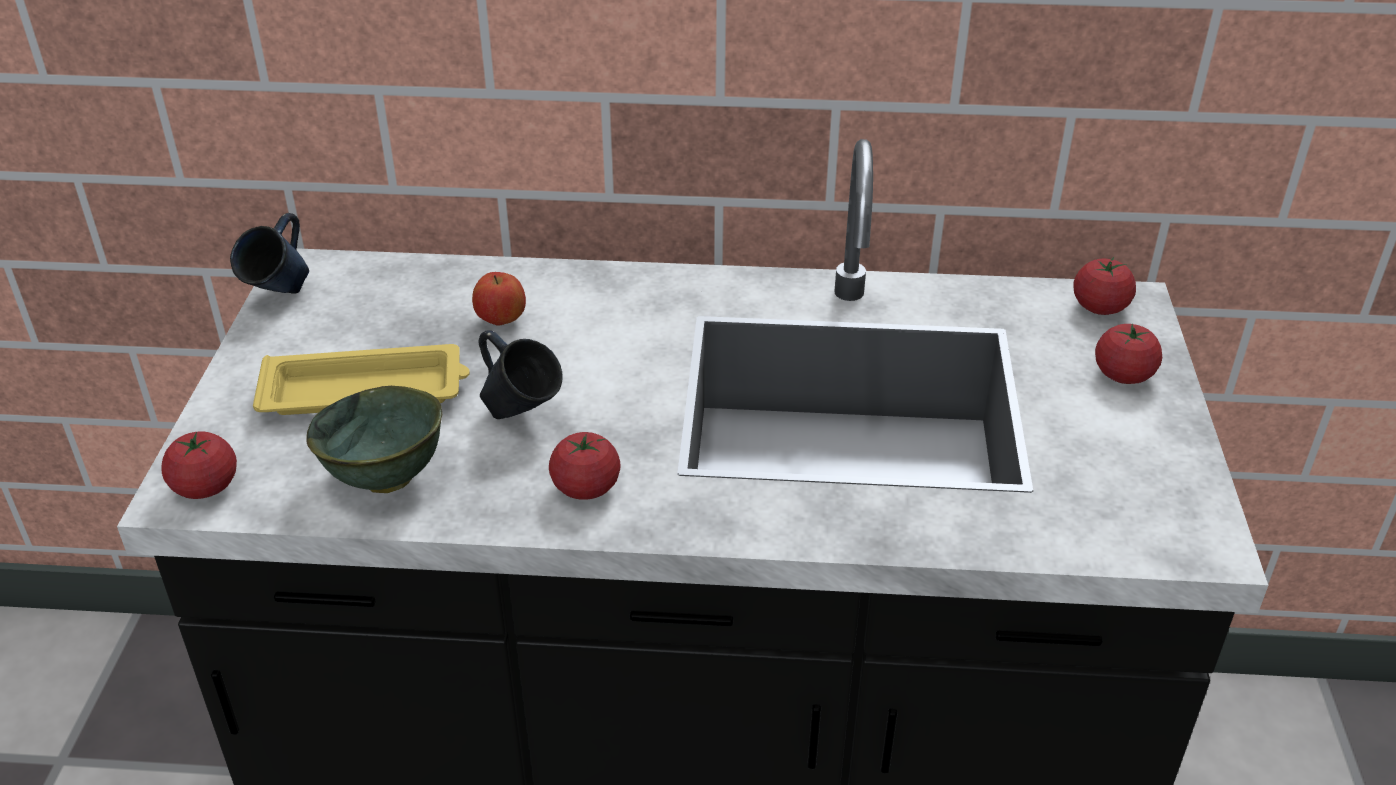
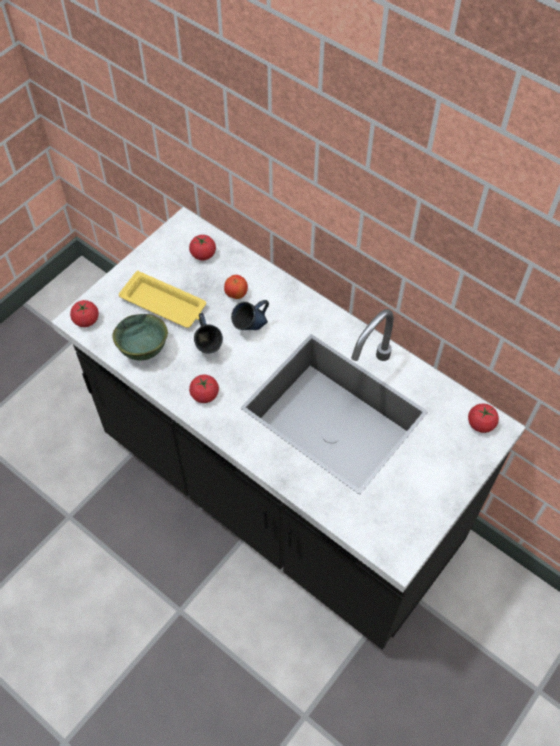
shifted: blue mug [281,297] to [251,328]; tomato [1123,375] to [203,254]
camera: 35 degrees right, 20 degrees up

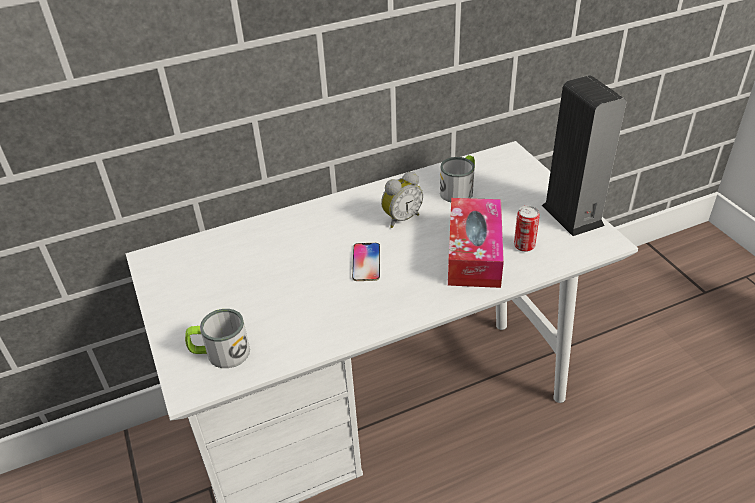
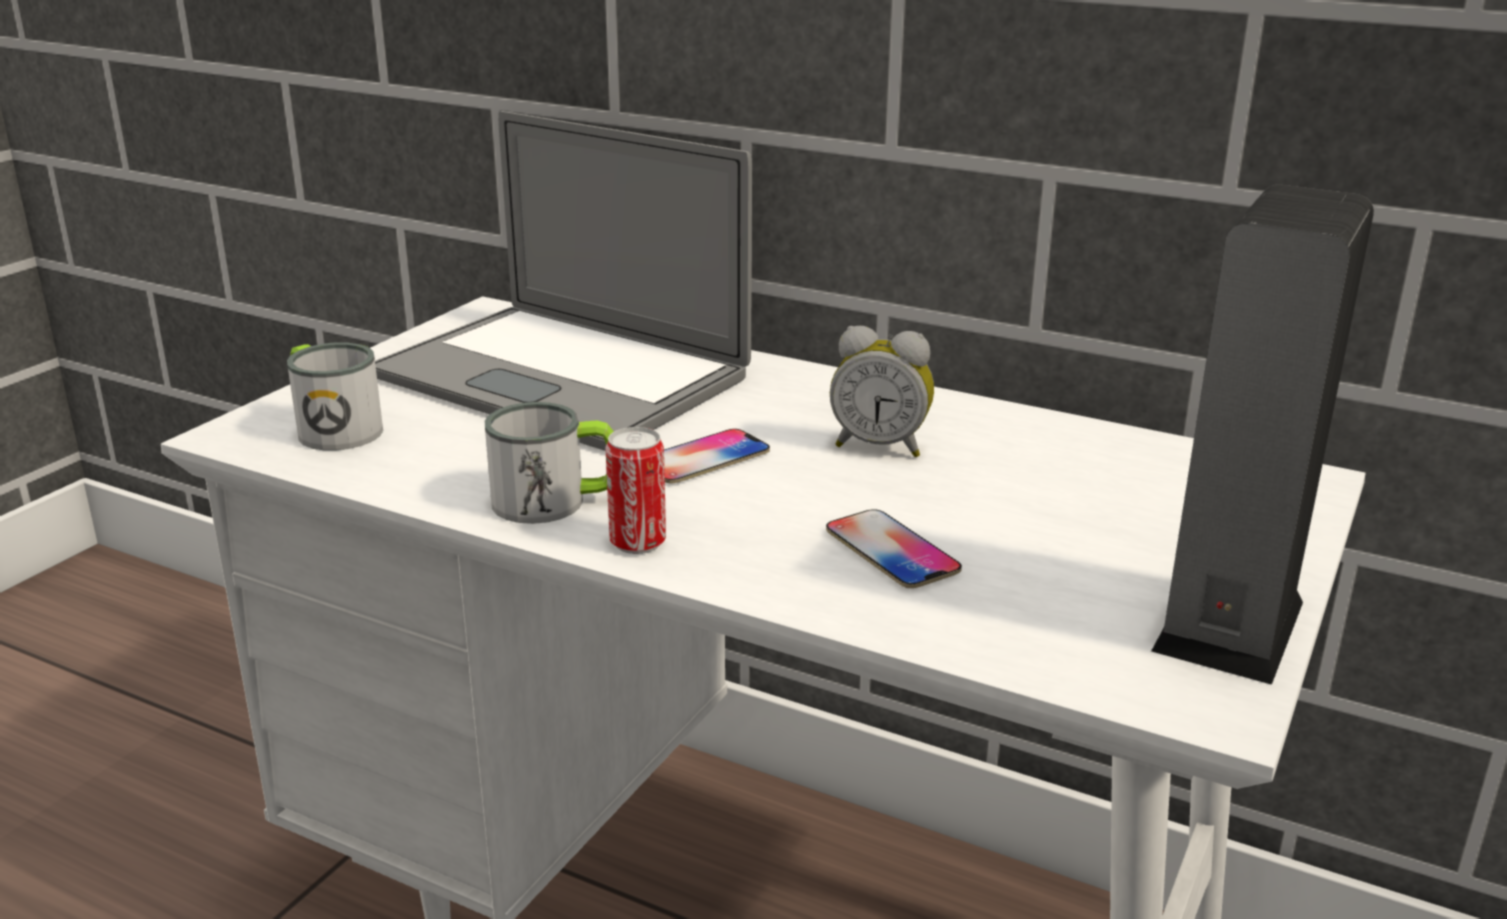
new: laptop [559,376]
shifted: mug [459,190] to [555,501]; can [524,246] to [638,542]
swapped: tissue box [474,253] to phone [891,551]
camera: 50 degrees right, 15 degrees down

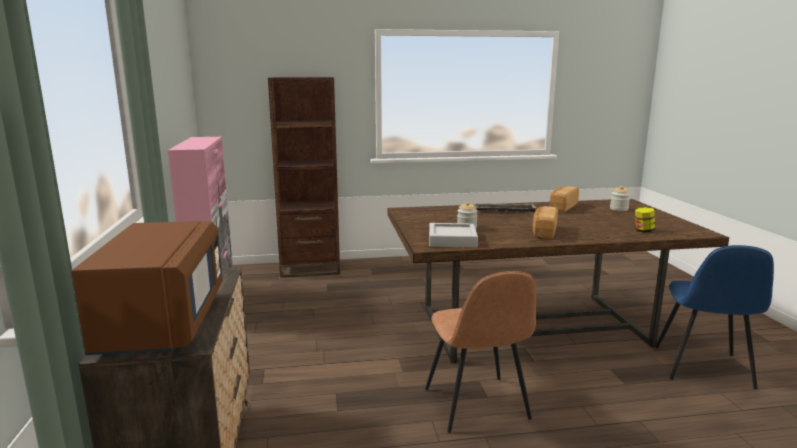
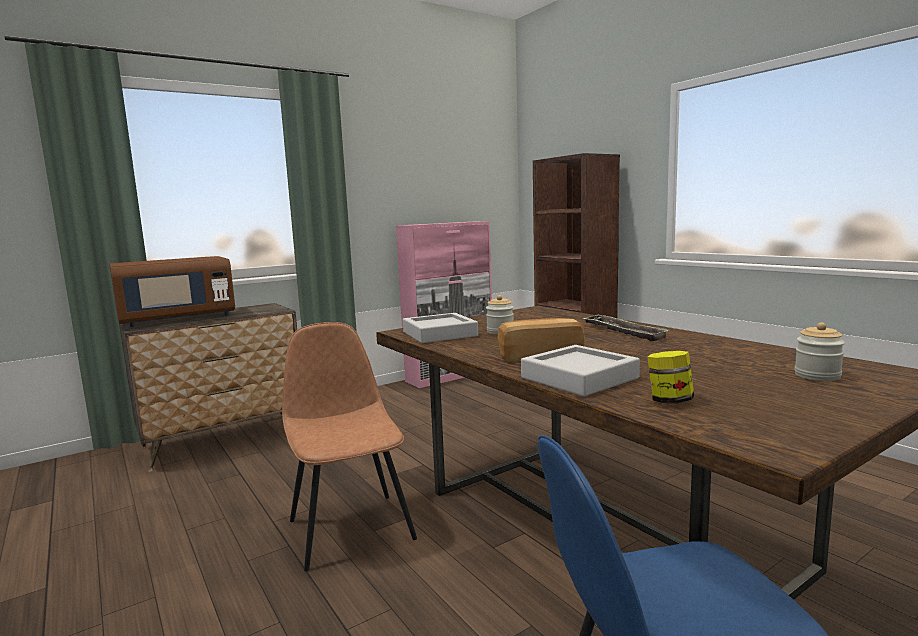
gone: bread [562,207]
new: grey tray [579,378]
rotated: brown chair [477,405] = [350,528] 105 degrees clockwise
camera: 65 degrees right, 5 degrees down

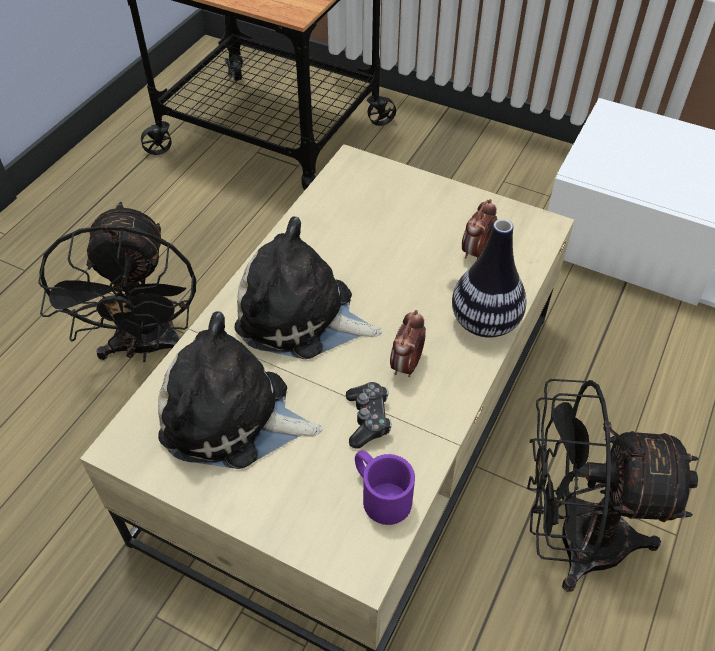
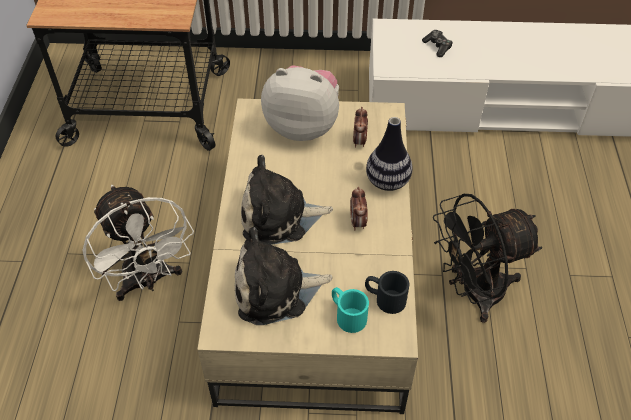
new: plush toy [303,126]; turquoise mug [347,315]
shifted: game controller [368,419] to [437,47]
repainted: black fan [146,348] to white fan [148,281]; purple mug [380,494] to black mug [384,298]
camera: 25 degrees left, 0 degrees up

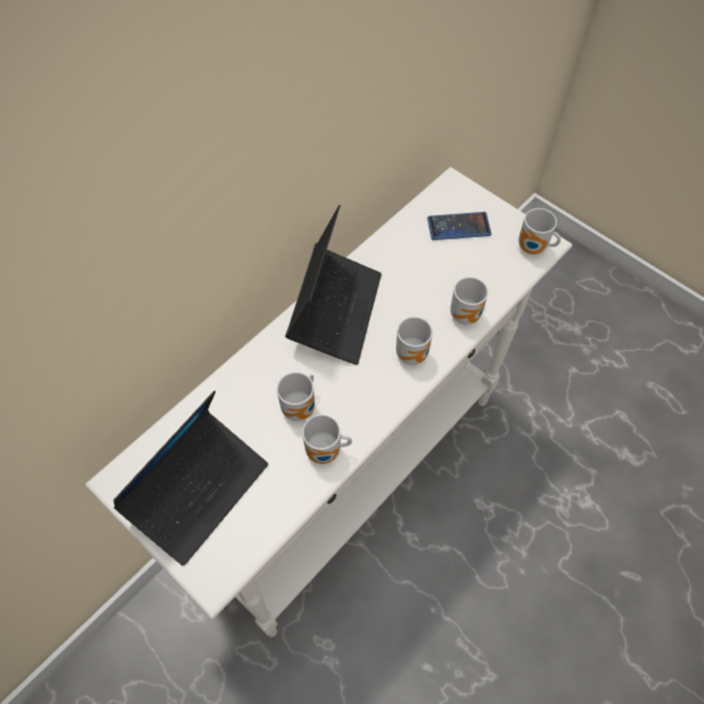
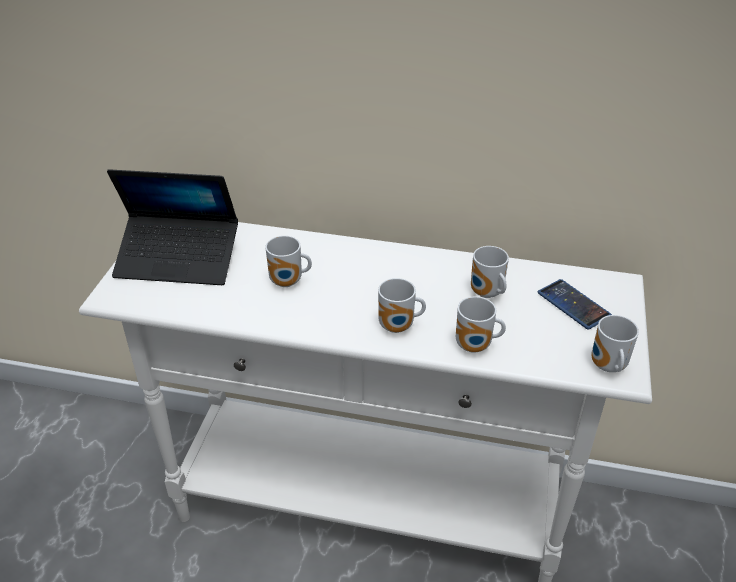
gone: laptop [335,311]
shifted: mug [326,452] to [486,294]
camera: 60 degrees right, 20 degrees down

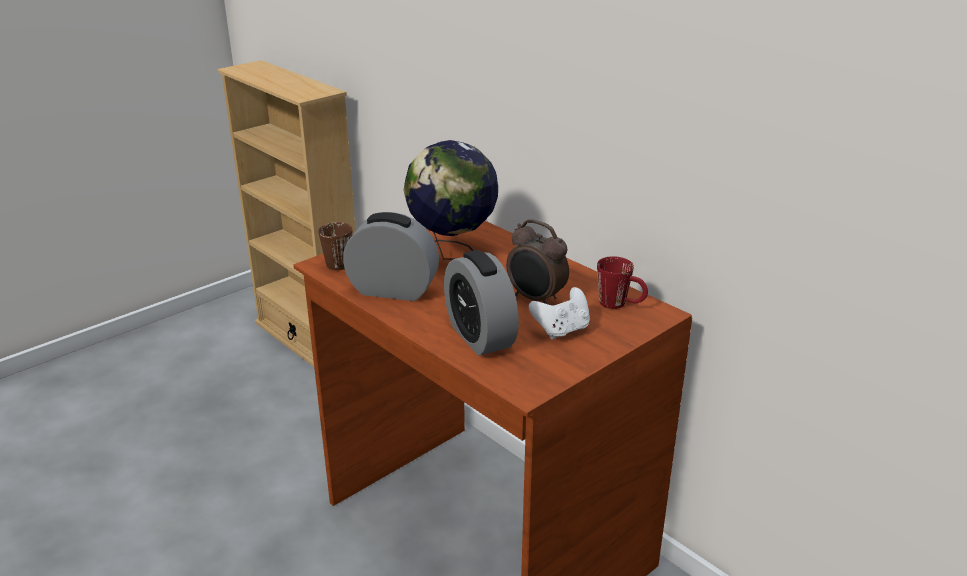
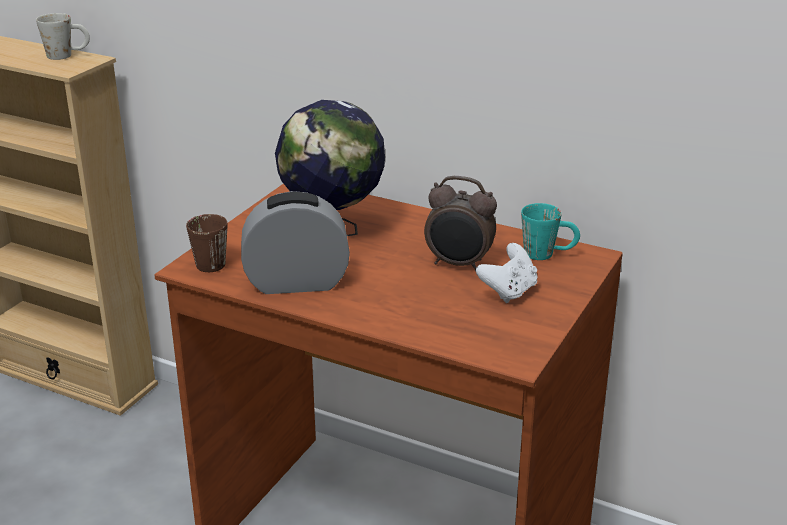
gone: alarm clock [480,336]
new: white mug [67,55]
repainted: red mug [620,304] to turquoise mug [548,254]
camera: 20 degrees left, 0 degrees up

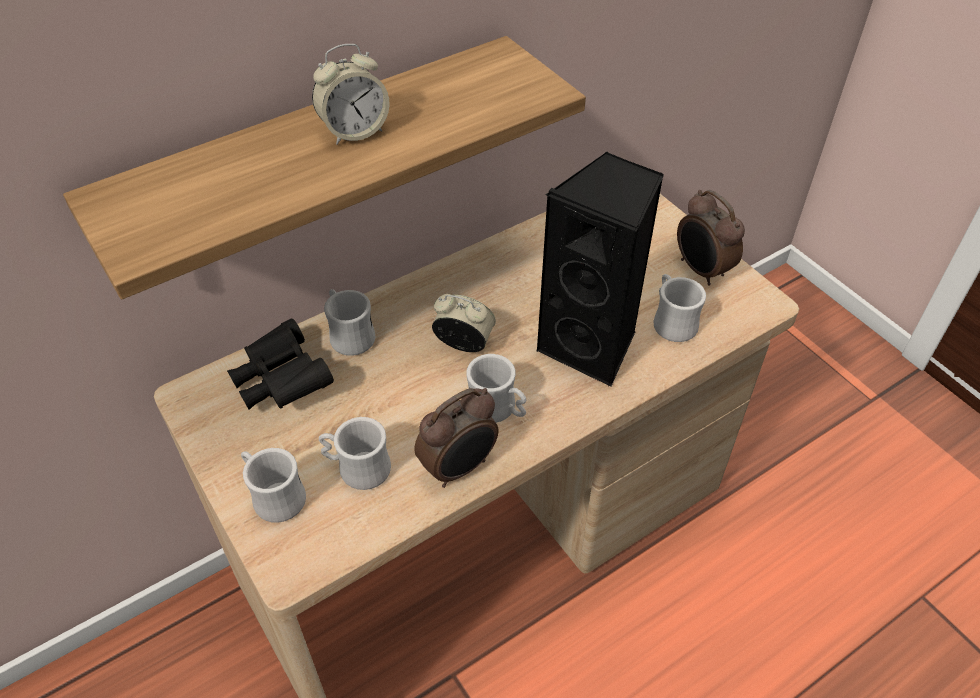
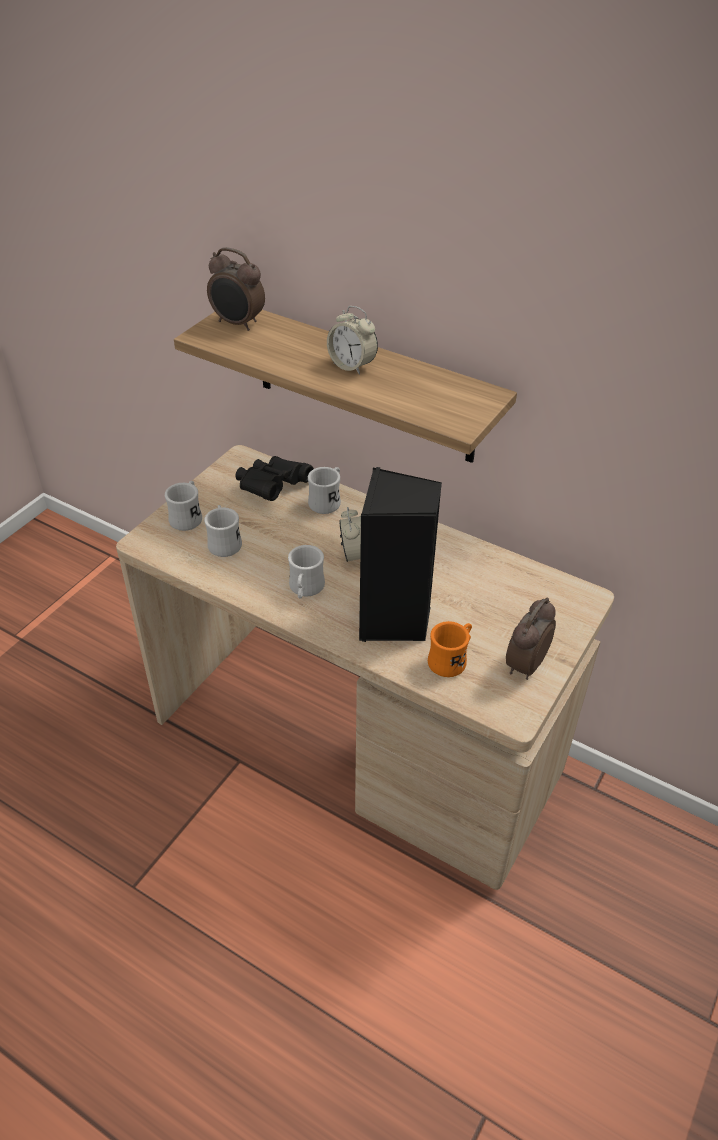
shifted: alarm clock [459,468] to [238,324]
repainted: white mug [671,321] to orange mug [451,660]
camera: 65 degrees right, 5 degrees down

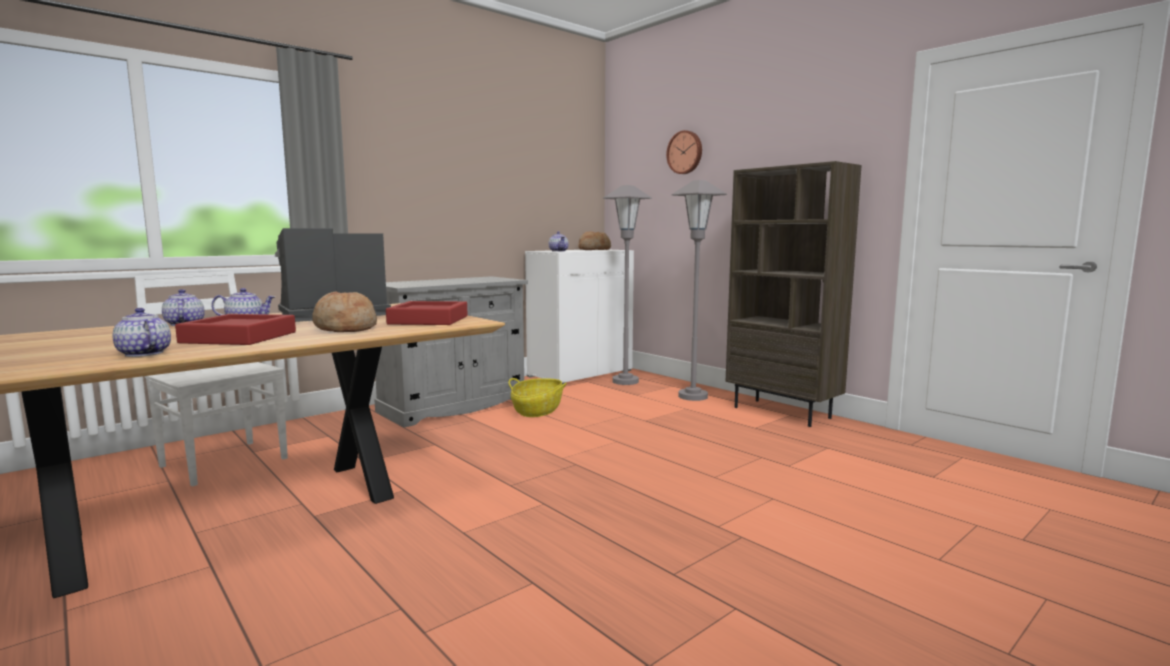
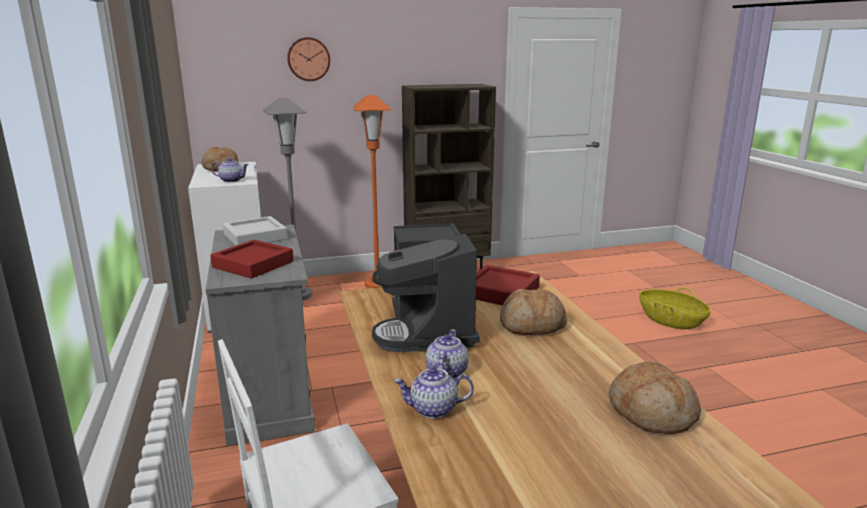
new: grey tray [255,237]
shifted: red tray [239,337] to [253,264]; basket [537,410] to [671,321]
swapped: teapot [143,354] to bread [652,412]
repainted: grey floor lamp [693,396] to orange floor lamp [377,284]
camera: 65 degrees left, 10 degrees up

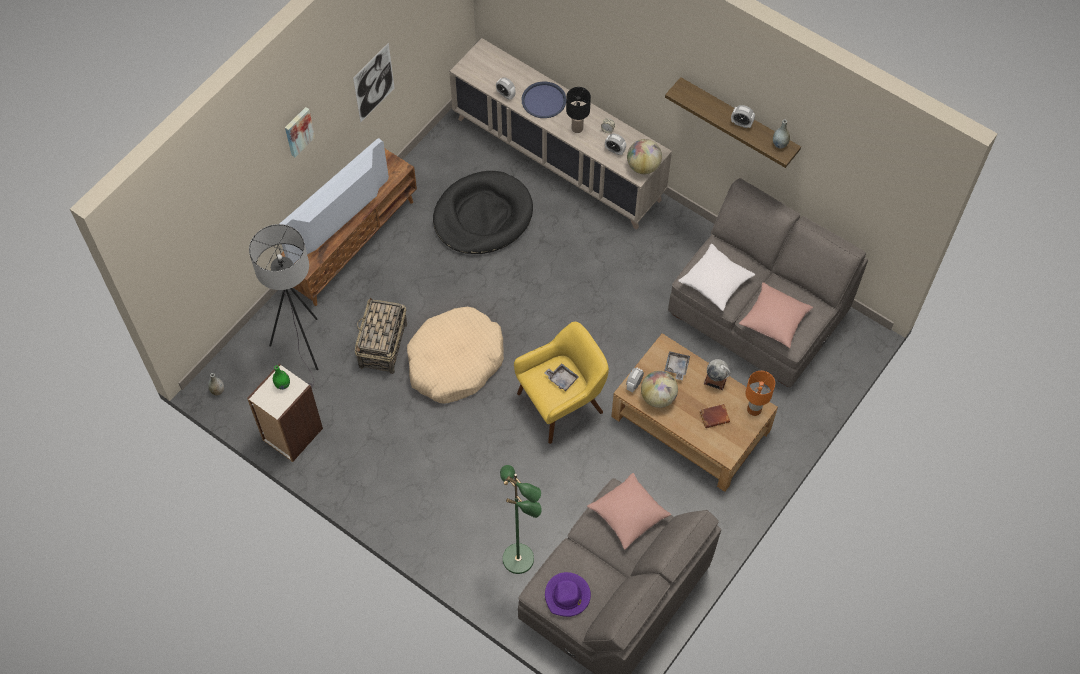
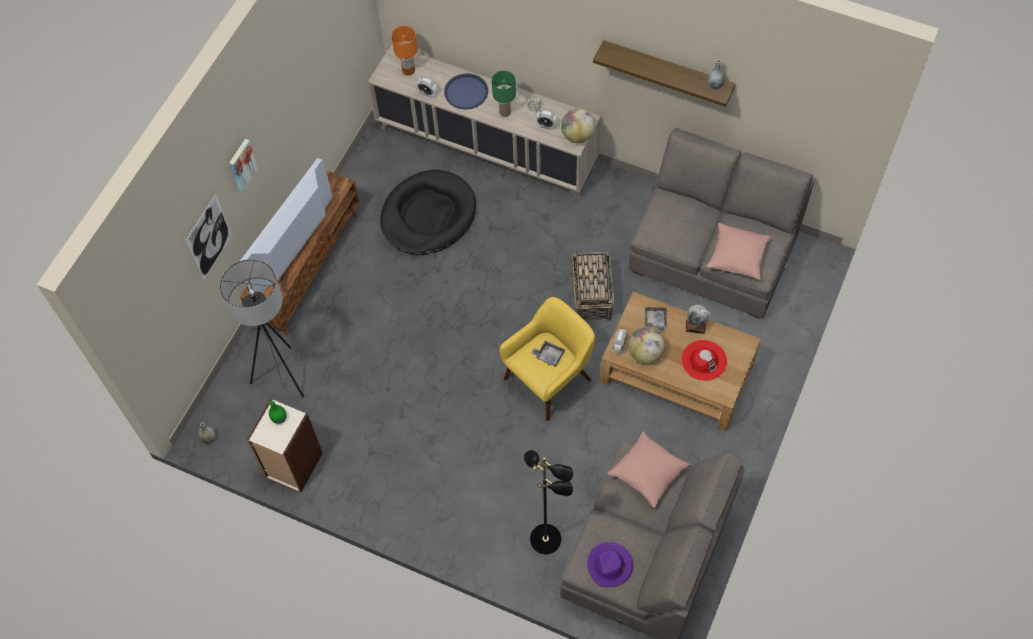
gone: alarm clock [741,123]; white pillow [715,282]; beige dog bed [455,361]
shifted: picture [374,83] to [209,237]; basket [383,346] to [591,296]; orange table lamp [754,410] to [408,71]
swapped: brown book [714,416] to red hat [704,360]
repainted: black table lamp [577,128] to green table lamp [505,112]; green floor lamp [519,558] to black floor lamp [546,538]
camera: 10 degrees left, 0 degrees up

